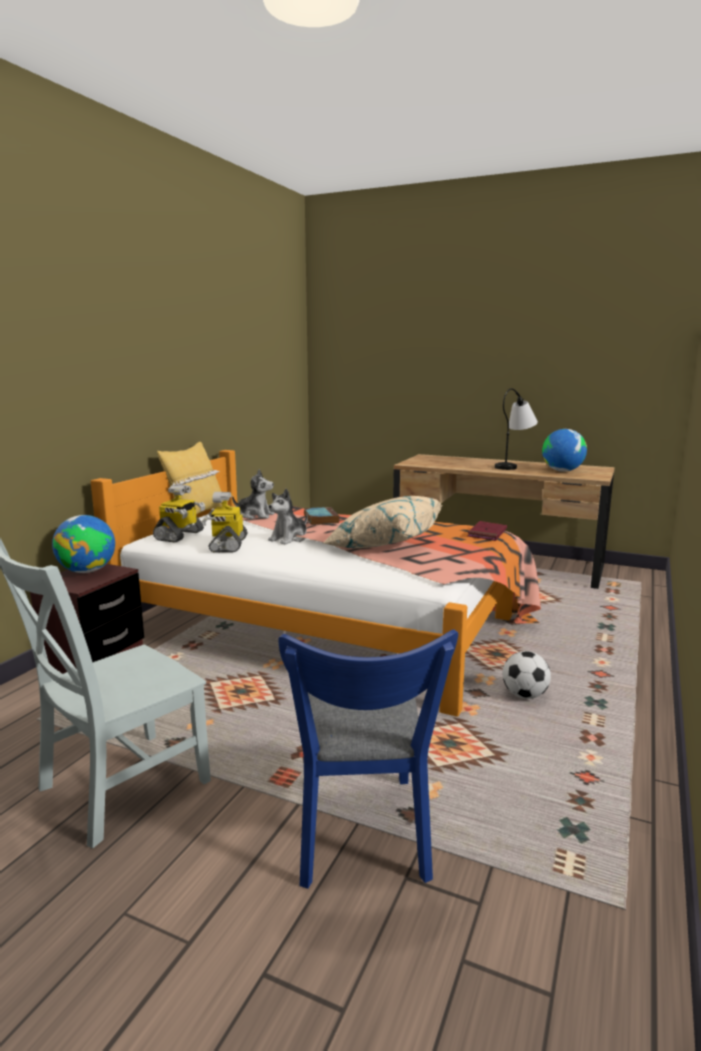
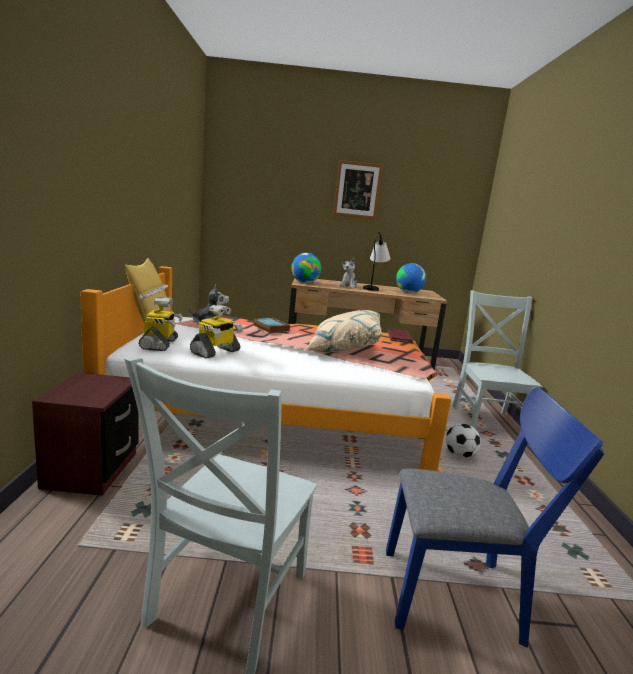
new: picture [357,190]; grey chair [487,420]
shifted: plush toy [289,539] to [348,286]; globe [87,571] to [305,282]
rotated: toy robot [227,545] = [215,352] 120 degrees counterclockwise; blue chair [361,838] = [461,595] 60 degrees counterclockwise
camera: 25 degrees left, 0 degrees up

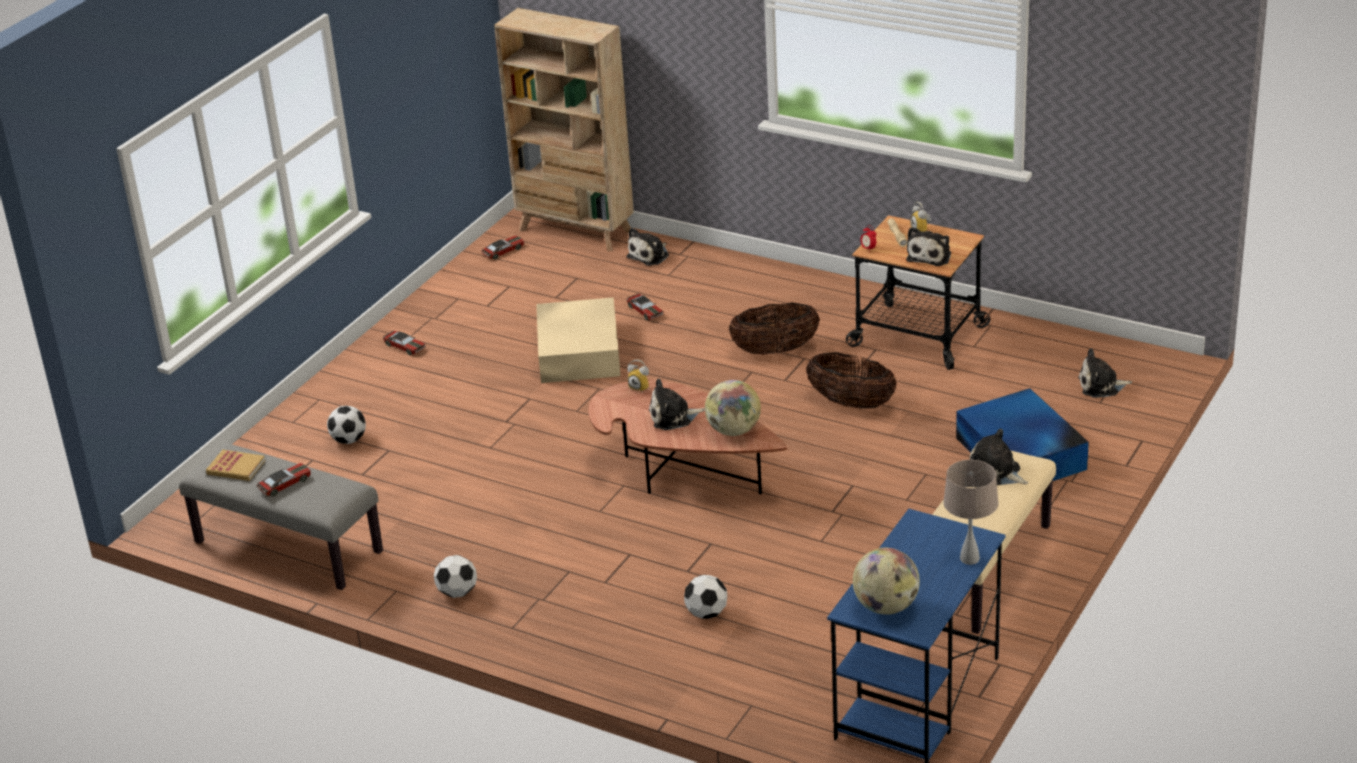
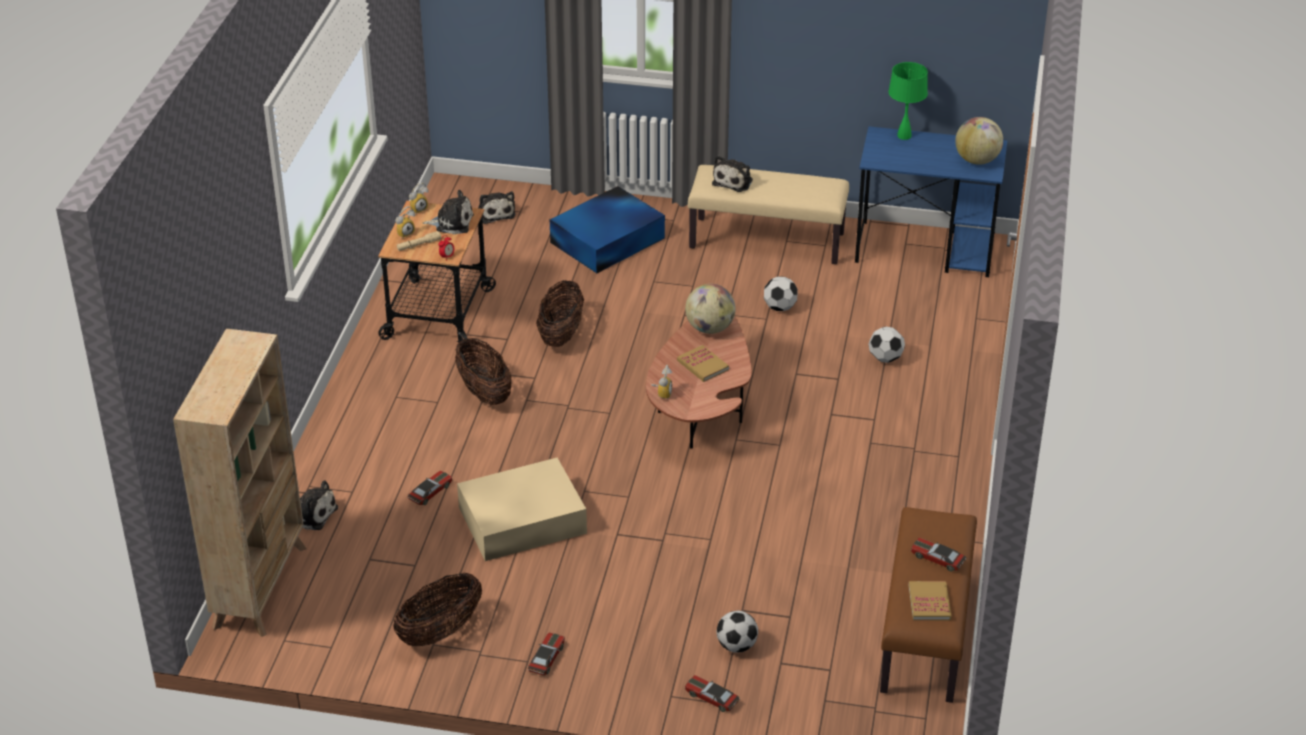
new: alarm clock [418,209]; basket [440,631]
shifted: toy car [503,251] to [711,697]; football [457,593] to [780,307]
swapped: plush toy [673,417] to book [702,365]
repainted: grey bench [287,548] to brown bench [926,632]; beige table lamp [969,558] to green table lamp [904,136]
camera: 110 degrees left, 5 degrees up

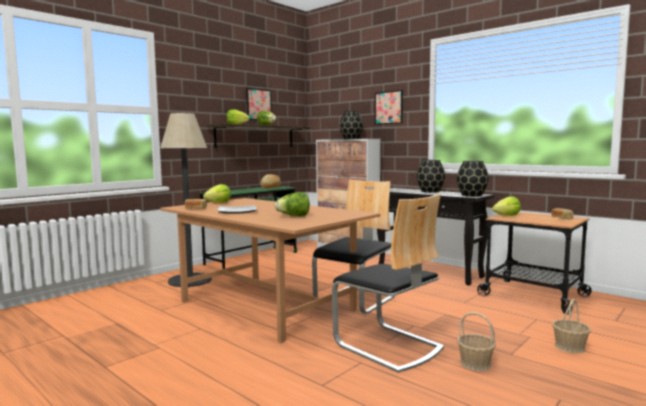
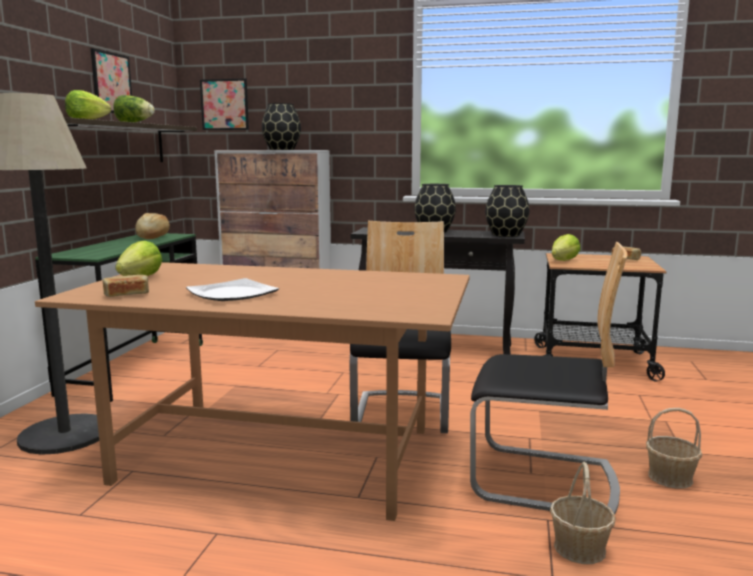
gone: lettuce [293,216]
shifted: picture [388,107] to [224,104]; basket [570,347] to [580,548]
camera: 30 degrees left, 5 degrees up

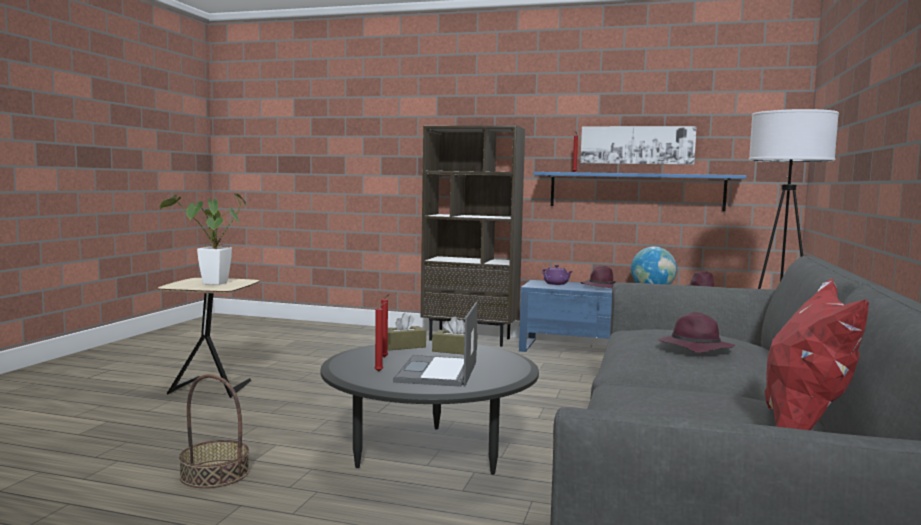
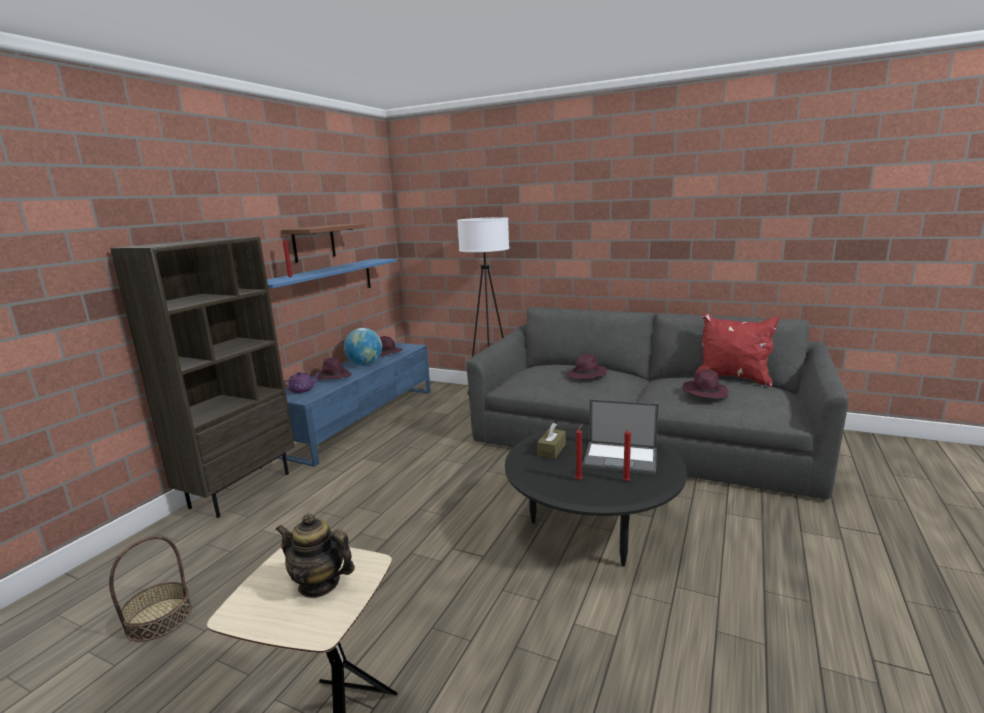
gone: brown tissue box [403,346]
new: purple hat [705,392]
shifted: basket [214,474] to [159,619]
swapped: picture [637,145] to brown shelf [313,243]; potted plant [212,284] to teapot [319,584]
camera: 80 degrees left, 10 degrees up

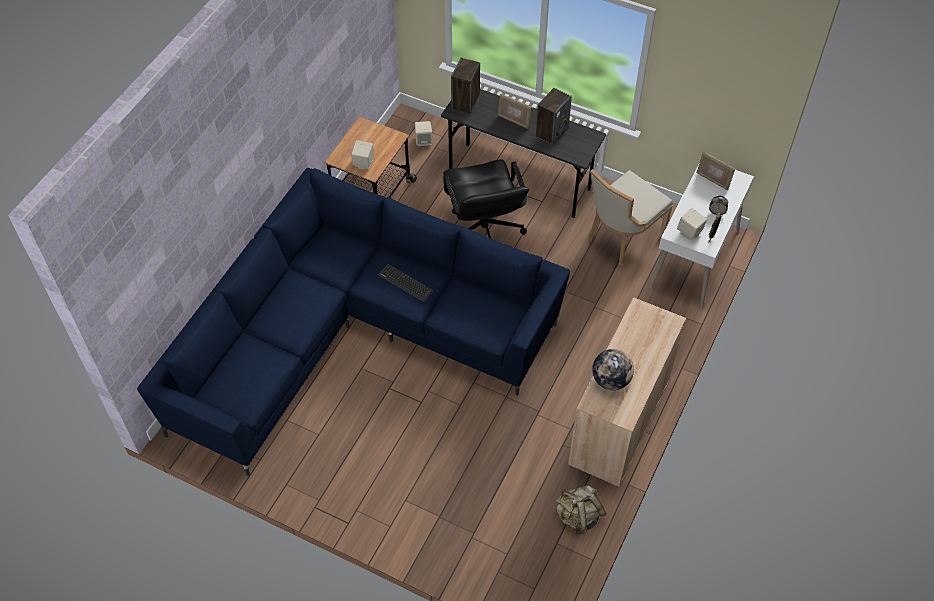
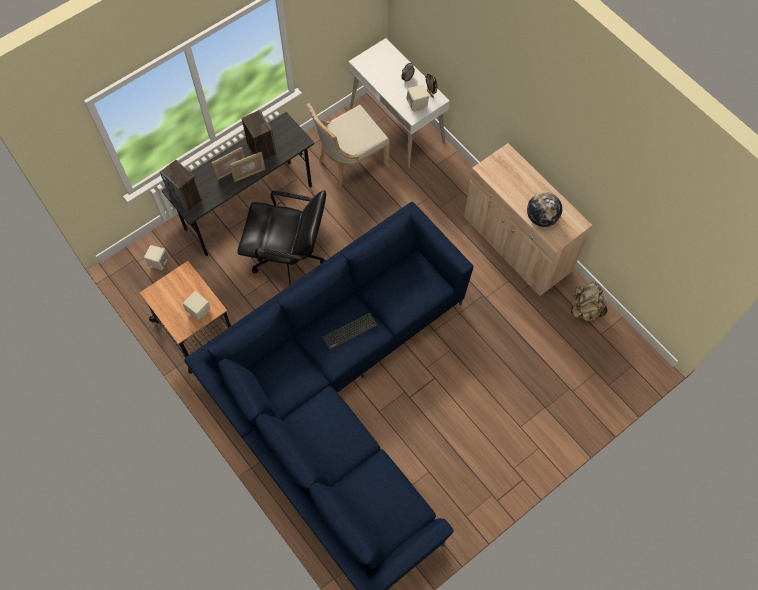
shifted: picture frame [713,180] to [249,174]
rotated: beige chair [622,237] = [349,162] 75 degrees clockwise
camera: 65 degrees left, 10 degrees up

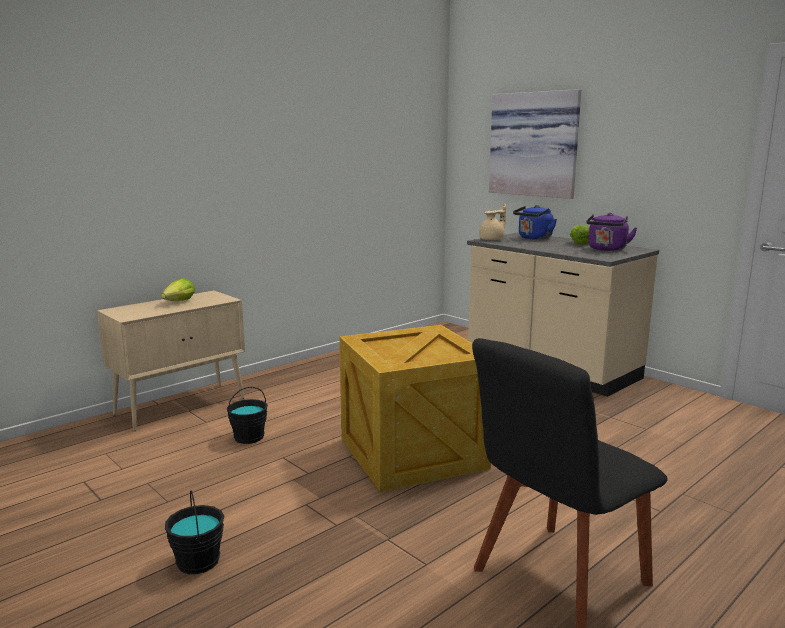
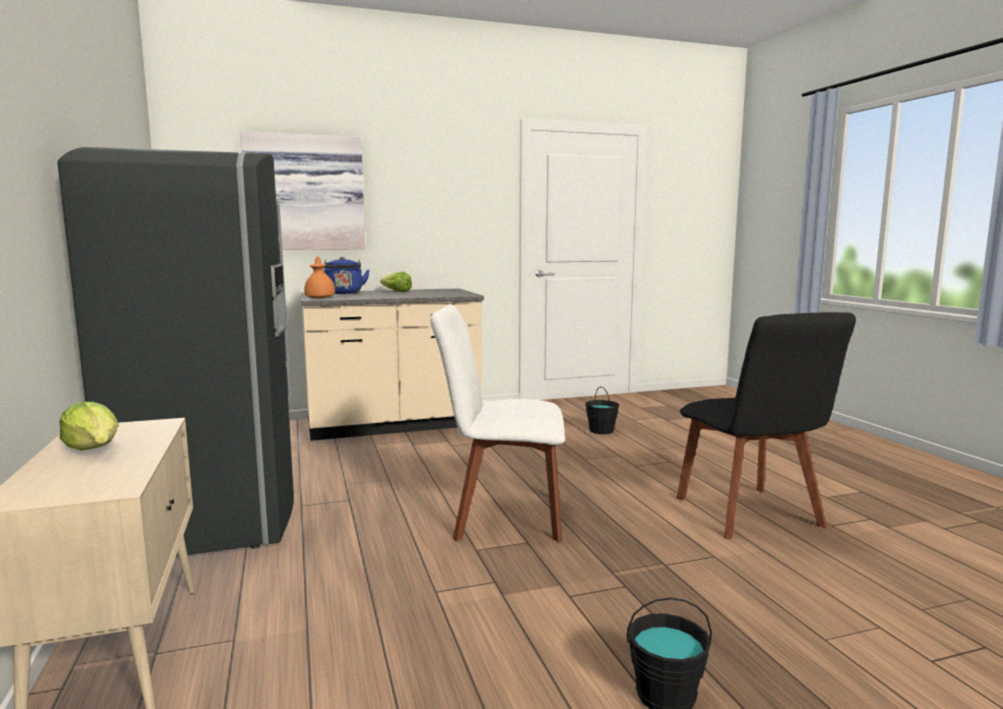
gone: purple kettle [607,249]
new: grey fridge [215,511]
shifted: black bucket [249,437] to [601,430]
swapped: crate [413,452] to white chair [501,516]
repainted: beige teapot [492,239] to orange teapot [320,297]
camera: 65 degrees left, 5 degrees down

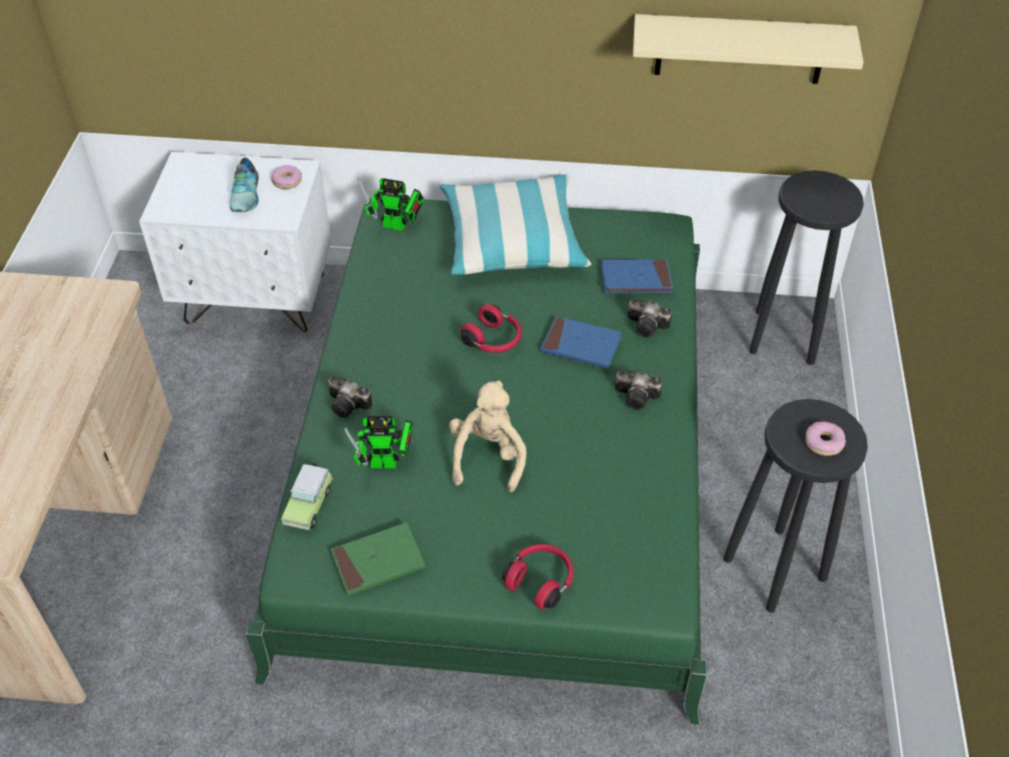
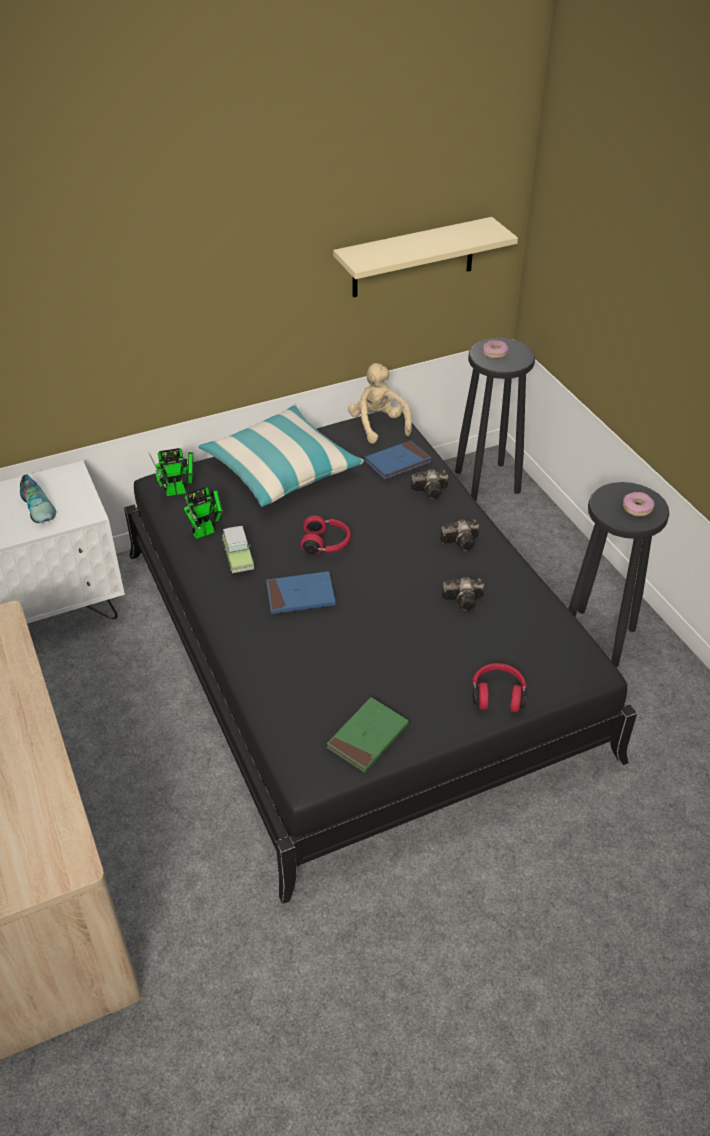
shifted: donut [287,181] to [495,353]; blue book [581,345] to [300,595]; photo camera [349,405] to [465,600]; beige plush toy [488,457] to [378,425]; toy robot [388,463] to [207,531]; toy car [309,504] to [238,557]
repainted: green bed [504,463] to black bed [355,649]
camera: 30 degrees left, 5 degrees down

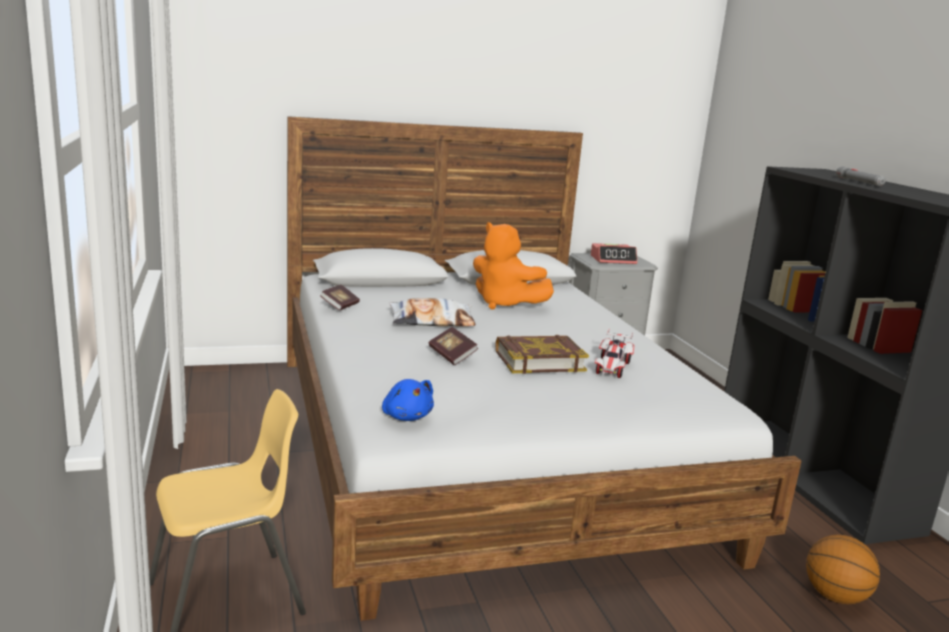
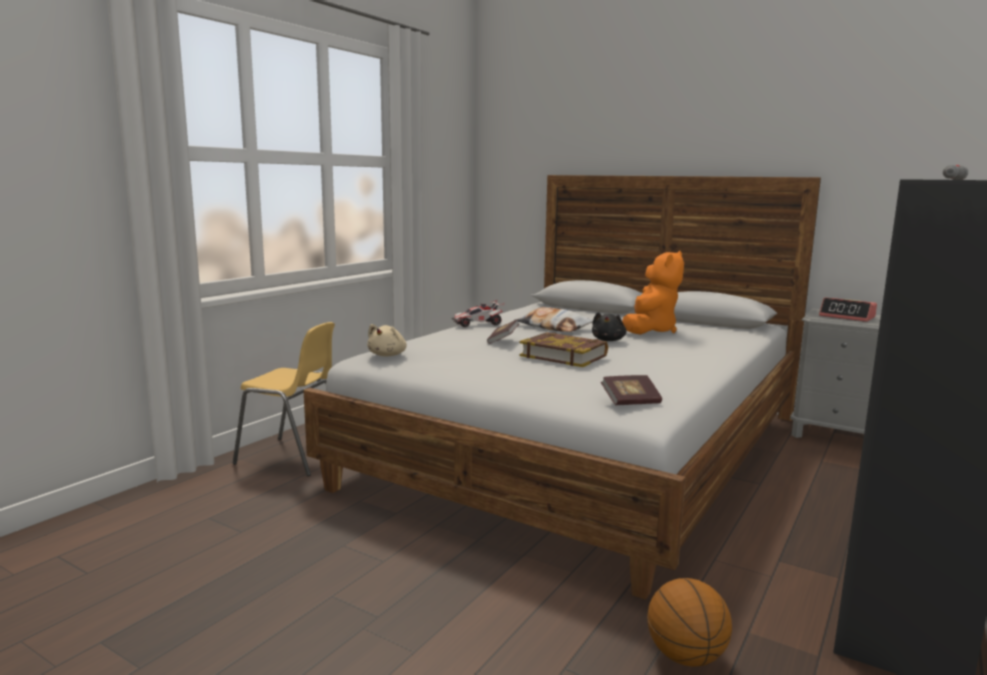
new: black plush toy [608,340]
shifted: book [340,306] to [631,402]; toy car [612,368] to [478,324]
repainted: blue plush toy [406,416] to beige plush toy [388,355]
rotated: orange plush toy [505,304] = [650,330] 150 degrees counterclockwise
camera: 50 degrees right, 5 degrees down

